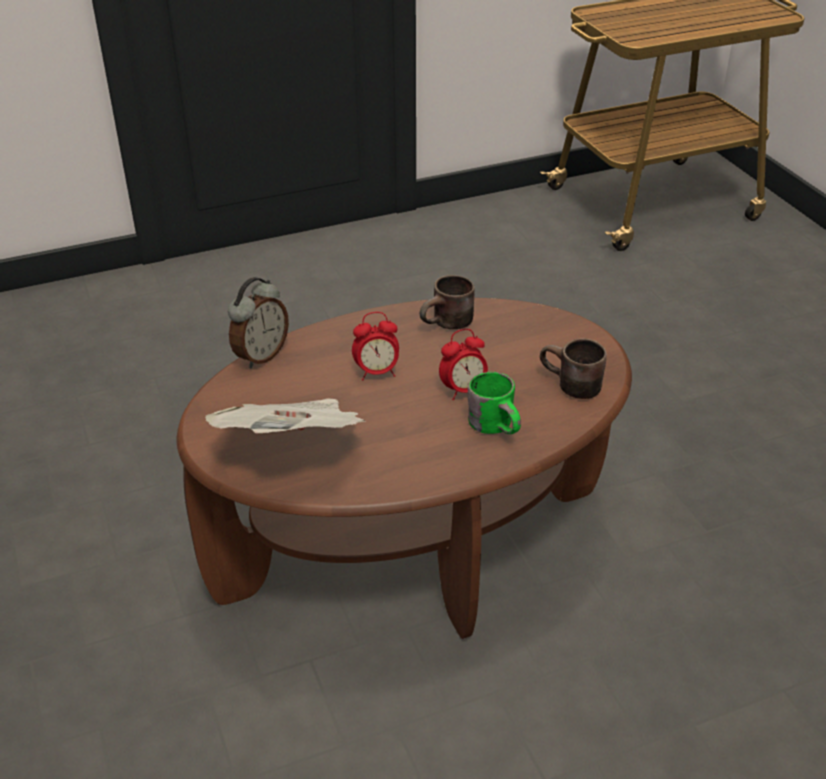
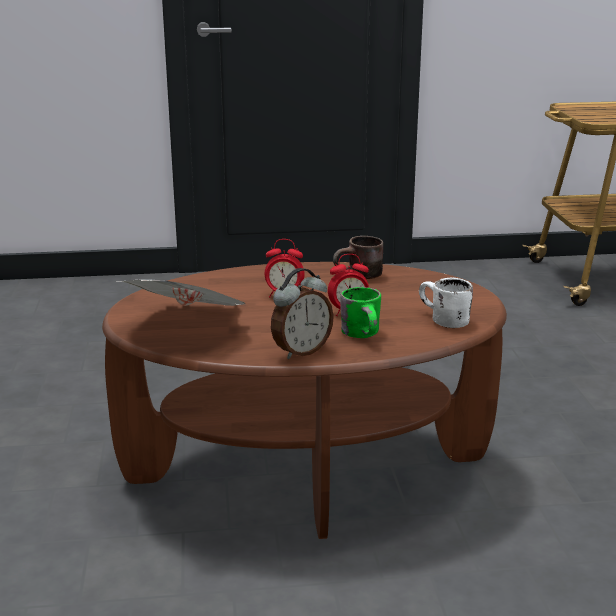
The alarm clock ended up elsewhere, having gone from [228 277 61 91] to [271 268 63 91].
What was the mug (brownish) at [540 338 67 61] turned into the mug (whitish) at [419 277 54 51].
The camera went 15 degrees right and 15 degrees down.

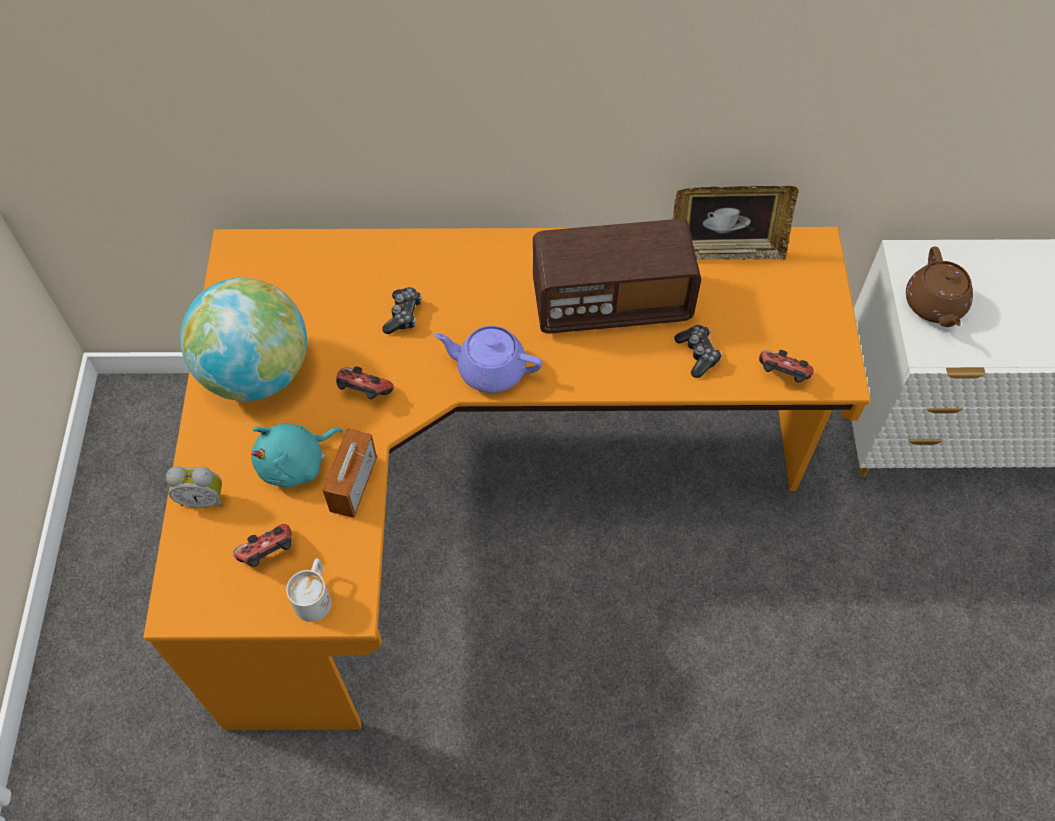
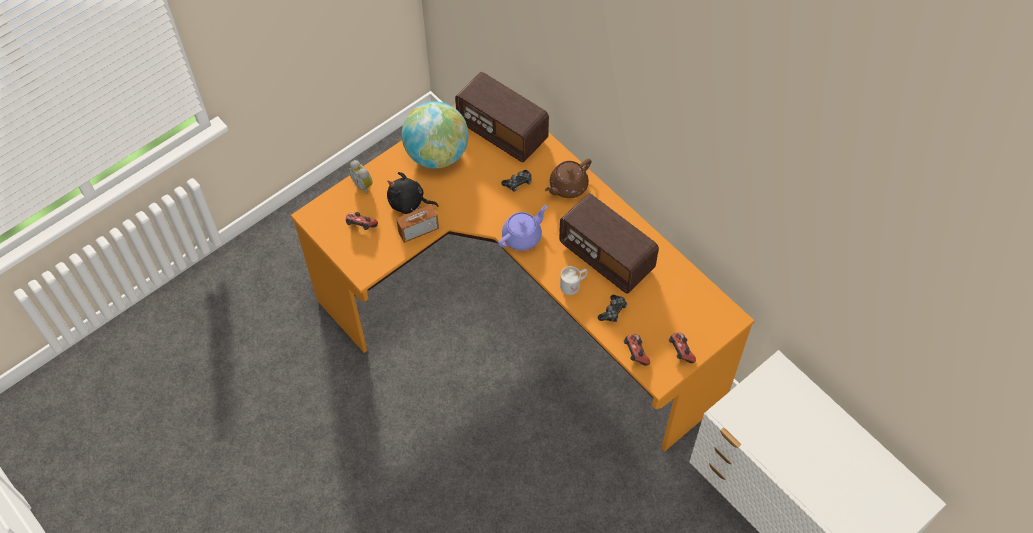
The second view lost the picture frame at [673 186 126 74].
The teapot (brownish) ended up elsewhere, having gone from [906 246 67 81] to [545 159 46 39].
The teapot (purplish) at [433 326 109 67] ended up facing another way, 75 degrees clockwise from before.
The game controller ended up elsewhere, having gone from [336 367 58 32] to [669 332 27 31].
What was the cuddly toy (blue-green) at [251 424 92 64] turned into the cuddly toy (blackish) at [387 172 52 42].
The mug (whitish) ended up elsewhere, having gone from [286 558 45 64] to [560 266 27 29].
The second view gained the radio receiver at [455 72 94 90].
The camera went 50 degrees right and 0 degrees up.

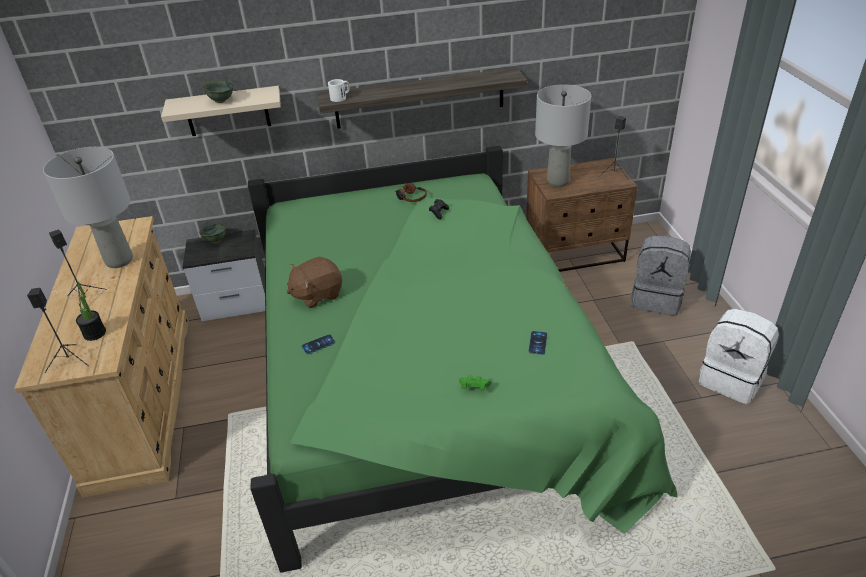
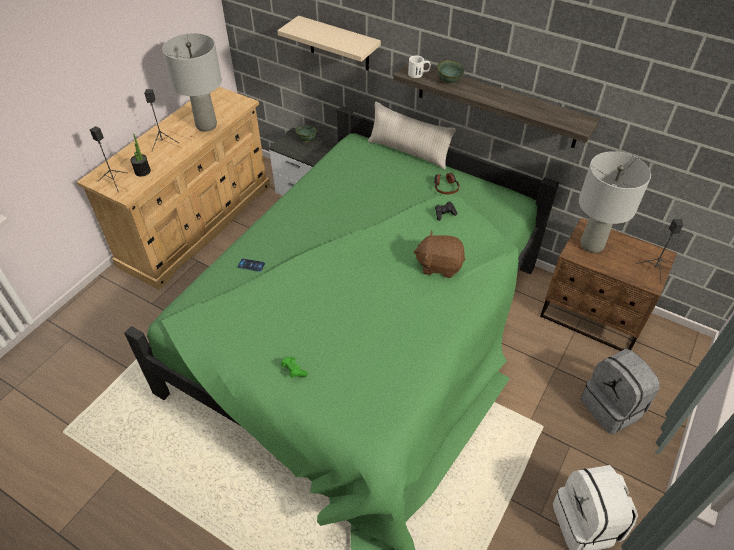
The bowl (green-coloured) ended up elsewhere, having gone from [203 80 31 23] to [437 60 28 24].
The cuddly toy (brownish) ended up elsewhere, having gone from [286 257 56 51] to [413 231 52 47].
The second view lost the phone at [528 331 19 24].
The second view gained the pillow (sand-coloured) at [368 102 88 68].
The camera went 40 degrees right and 10 degrees up.

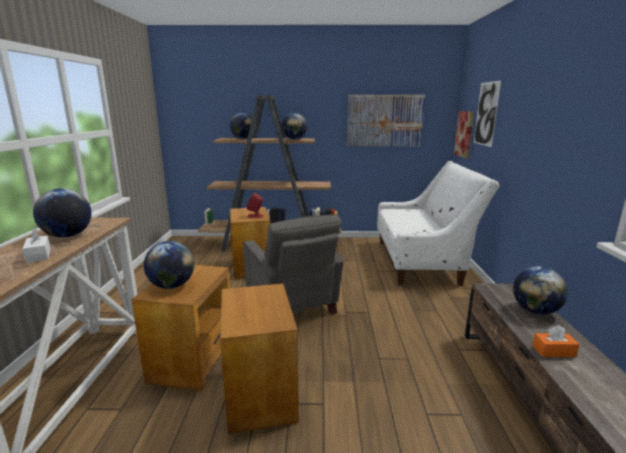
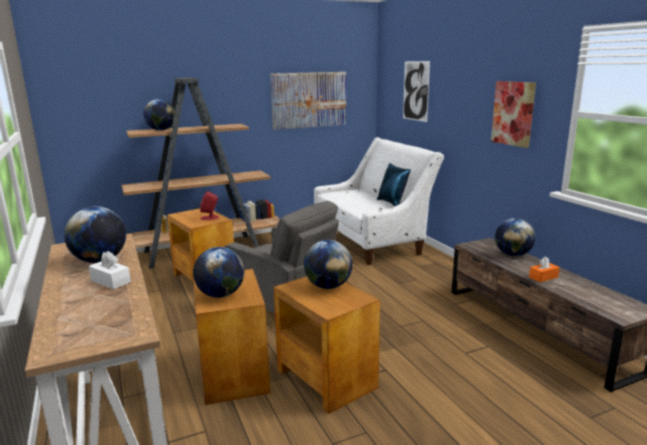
The picture ended up elsewhere, having gone from [454 111 20 48] to [491 81 45 67].
The world globe ended up elsewhere, having gone from [281 113 26 27] to [304 240 49 49].
The second view gained the pillow (bluish) at [377 163 34 43].
The camera went 25 degrees left and 0 degrees up.

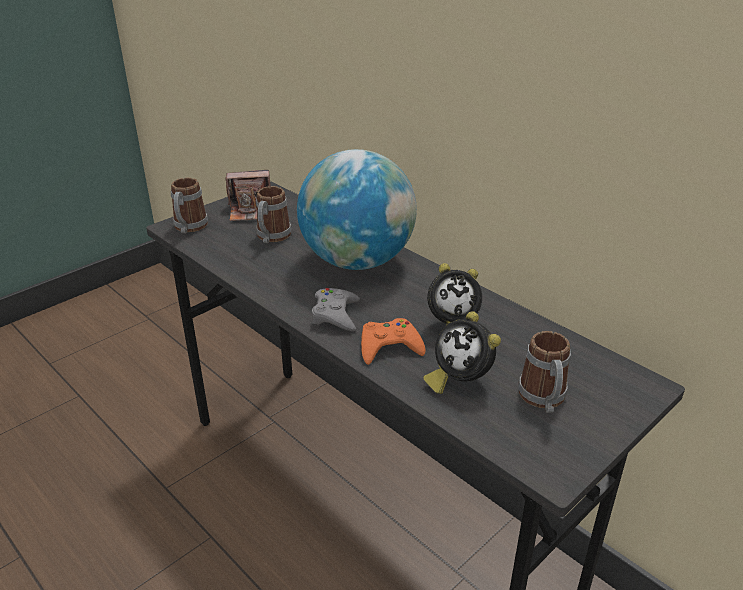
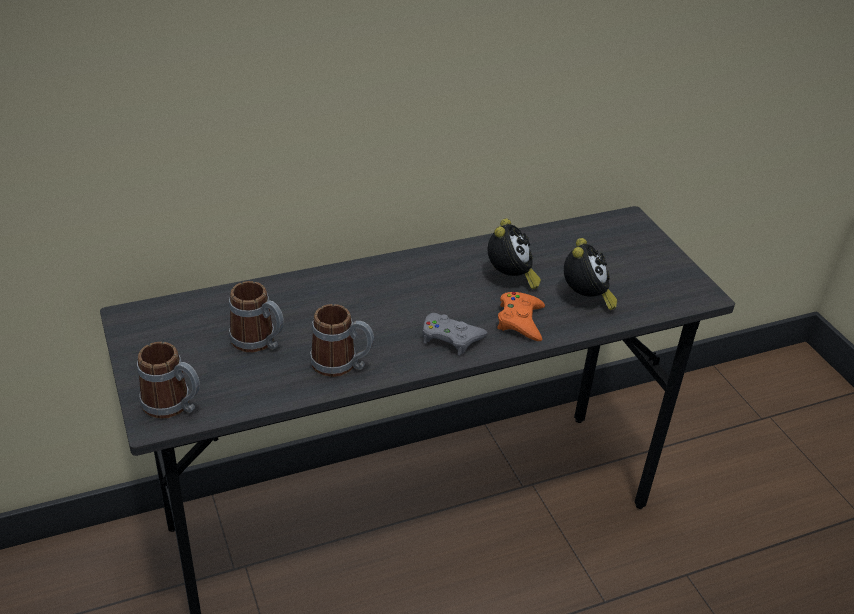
The second view lost the world globe at [297 149 120 121].
The second view lost the still camera at [225 170 46 51].
The alarm clock at [423 311 78 83] ended up facing another way, 60 degrees counterclockwise from before.
The mug ended up elsewhere, having gone from [518 331 53 82] to [310 304 64 73].
The camera went 70 degrees left and 5 degrees up.

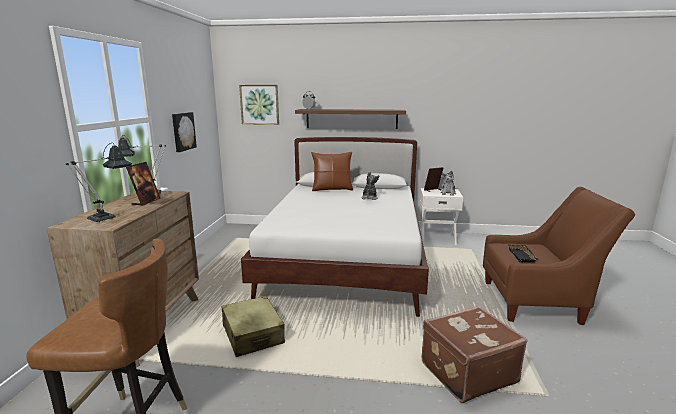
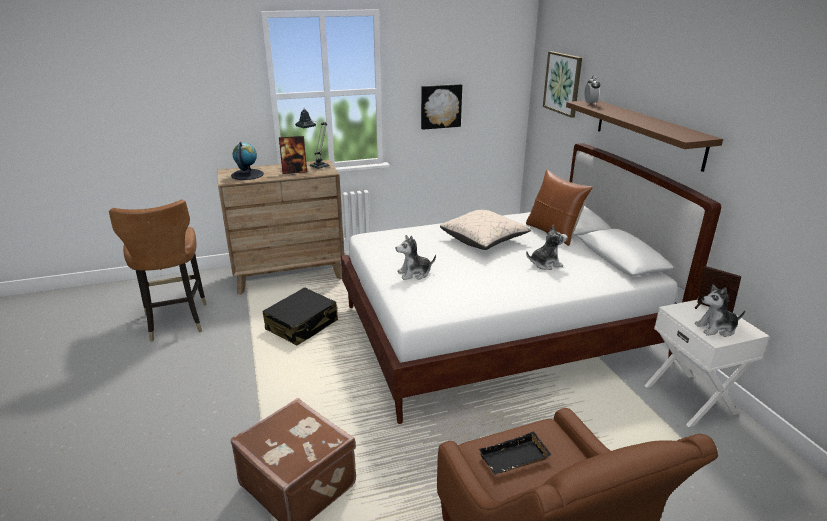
Where the lamp for a table stood at [66 143 66 79], the world globe came to stand at [231 142 33 38].
What was the travel case (sand-coloured) at [221 296 64 61] turned into the travel case (blackish) at [263 287 75 59].
The second view gained the pillow (sand-coloured) at [440 210 91 40].
The second view gained the cuddly toy at [396 235 40 45].
The camera went 65 degrees right and 10 degrees up.

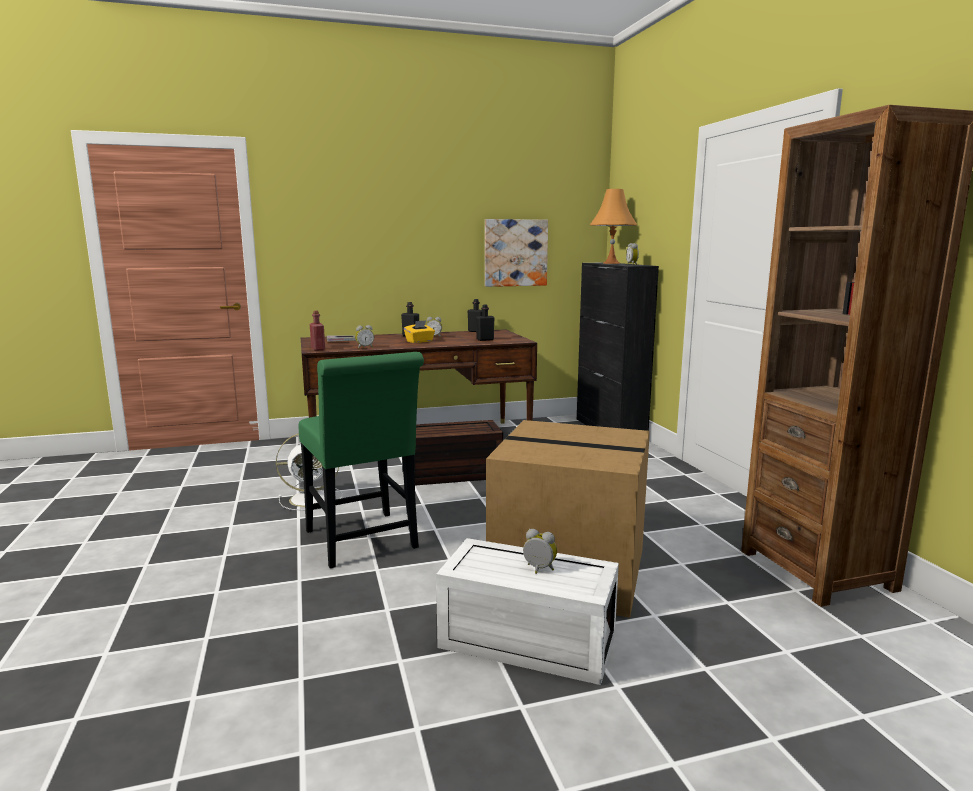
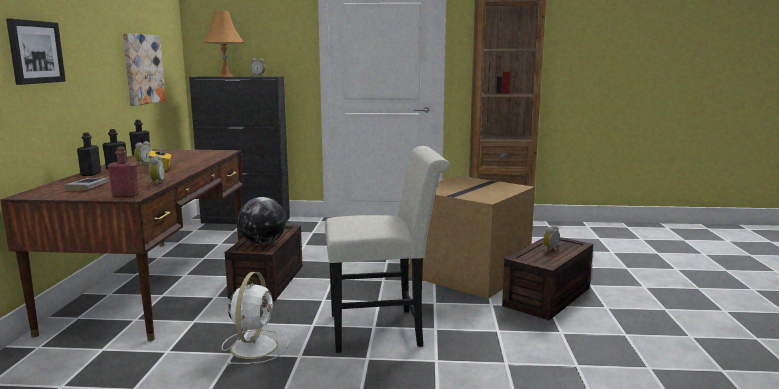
The drink bottle (blackish) ended up elsewhere, having gone from [476 304 19 37] to [77 133 24 43].
What was the upright chair (green-coloured) at [299 352 125 216] turned into the upright chair (whitish) at [325 146 125 207].
What was the storage container (whitish) at [436 538 183 147] turned into the storage container (brownish) at [502 237 91 83].
The second view gained the picture at [6 19 60 66].
The second view gained the world globe at [237 197 49 48].
The camera went 70 degrees left and 0 degrees up.

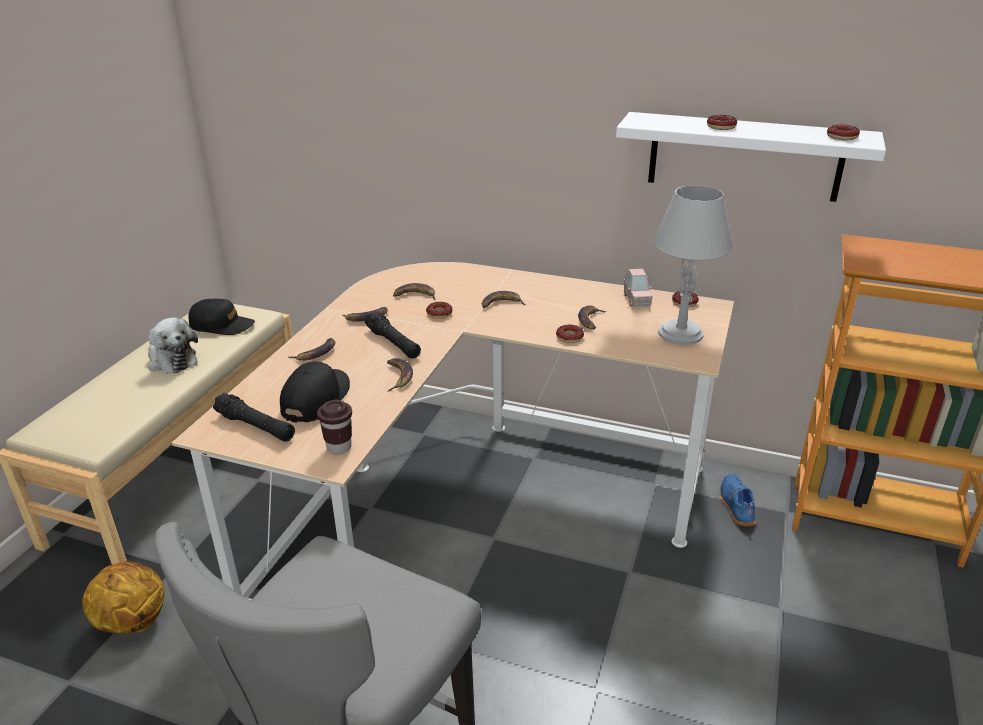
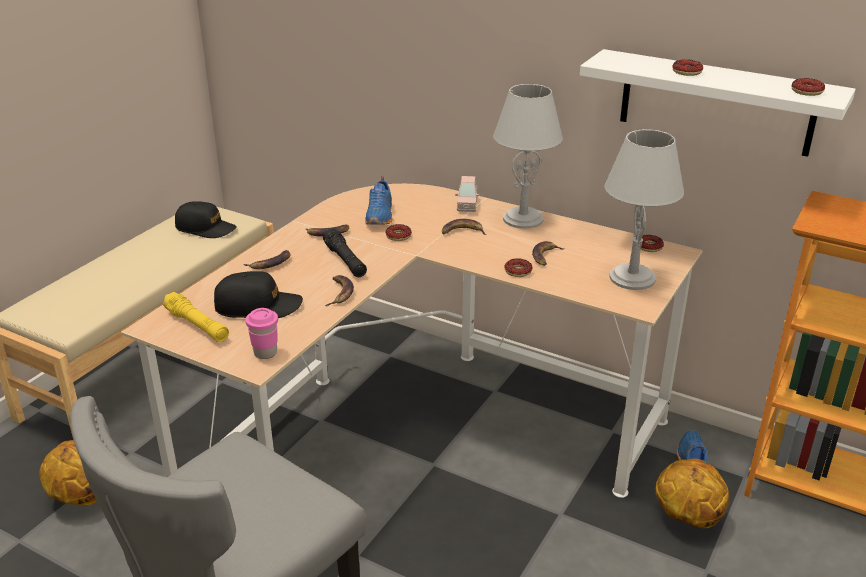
The model car (pink) ended up elsewhere, having gone from [624 269 29 38] to [455 176 24 36].
Where the banana stood at [393 283 42 17], the low shoe (bluish) came to stand at [365 176 28 49].
The second view lost the cuddly toy at [148 317 50 56].
The baseball cap (blackish) at [280 362 70 61] ended up facing another way, 60 degrees clockwise from before.
What was the torch (blackish) at [213 393 82 49] turned into the torch (yellowish) at [163 292 66 50].
What was the drinking cup (brownish) at [317 400 35 55] turned into the drinking cup (pink) at [245 308 33 51].
The second view gained the lamp for a table (grey) at [493 84 70 145].
The second view gained the basketball ball at [655 458 74 70].
The camera went 10 degrees right and 0 degrees up.

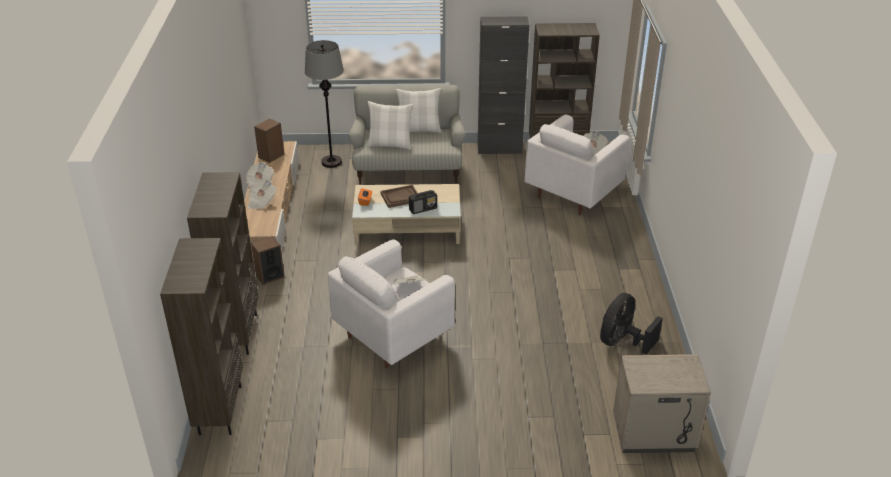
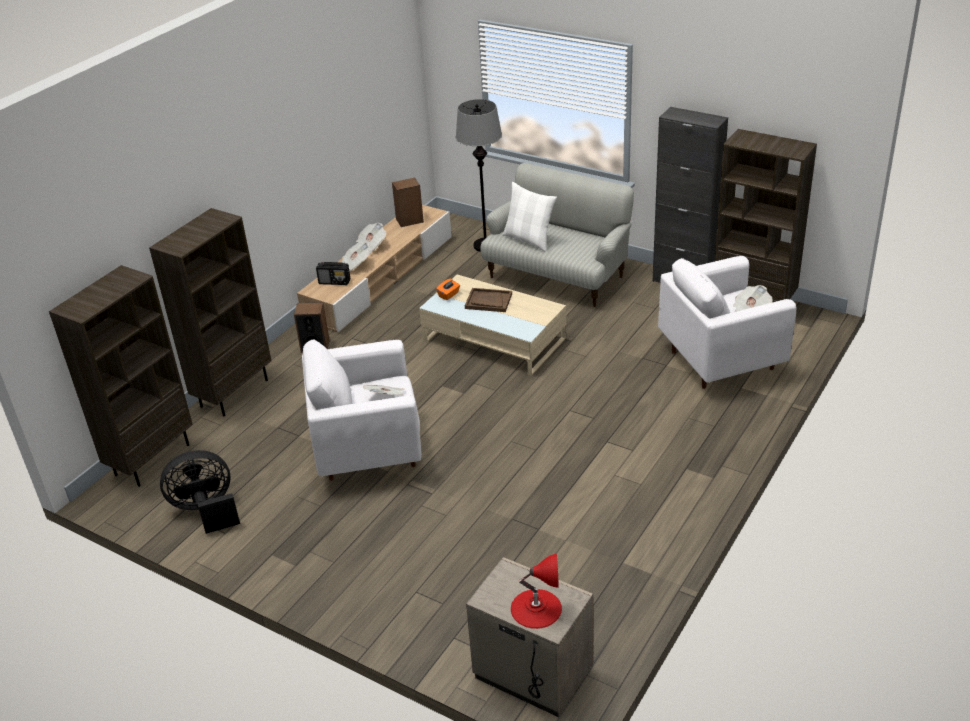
The second view lost the pillow (whitish) at [396 88 46 45].
The radio receiver ended up elsewhere, having gone from [409 190 28 24] to [316 262 34 23].
The electric fan (blackish) ended up elsewhere, having gone from [600 293 63 62] to [160 450 80 84].
The second view gained the lamp for a table (red) at [511 554 51 75].
The camera went 35 degrees right and 0 degrees up.

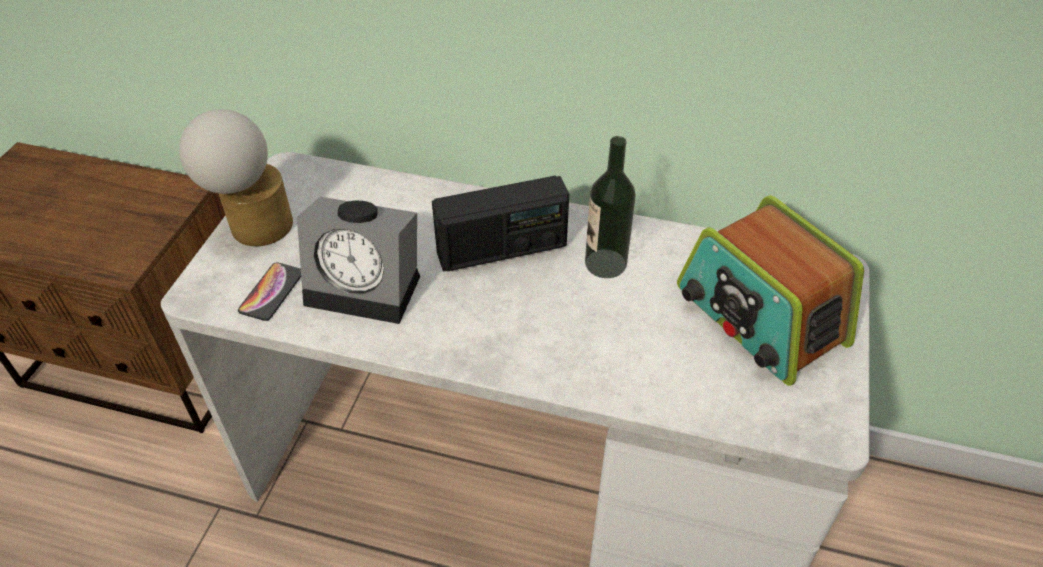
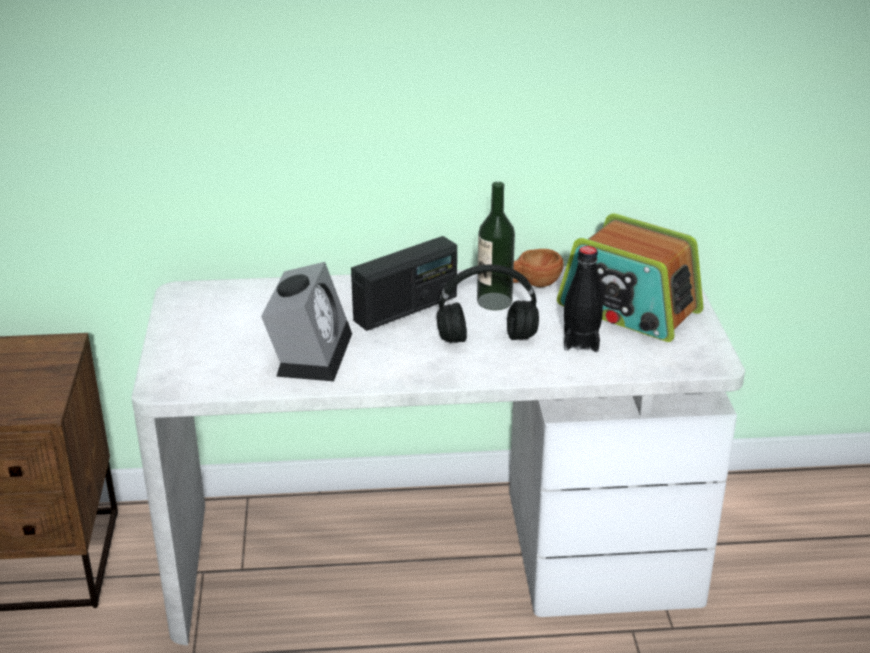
The second view lost the lamp for a table at [179 109 114 137].
The alarm clock at [297 197 123 127] ended up facing another way, 75 degrees counterclockwise from before.
The second view lost the phone at [238 262 63 59].
The second view gained the drink bottle (blackish) at [564 246 39 106].
The second view gained the drinking cup (brownish) at [513 249 51 38].
The second view gained the pair of headphones (blackish) at [436 265 103 78].
The camera went 20 degrees left and 15 degrees down.

